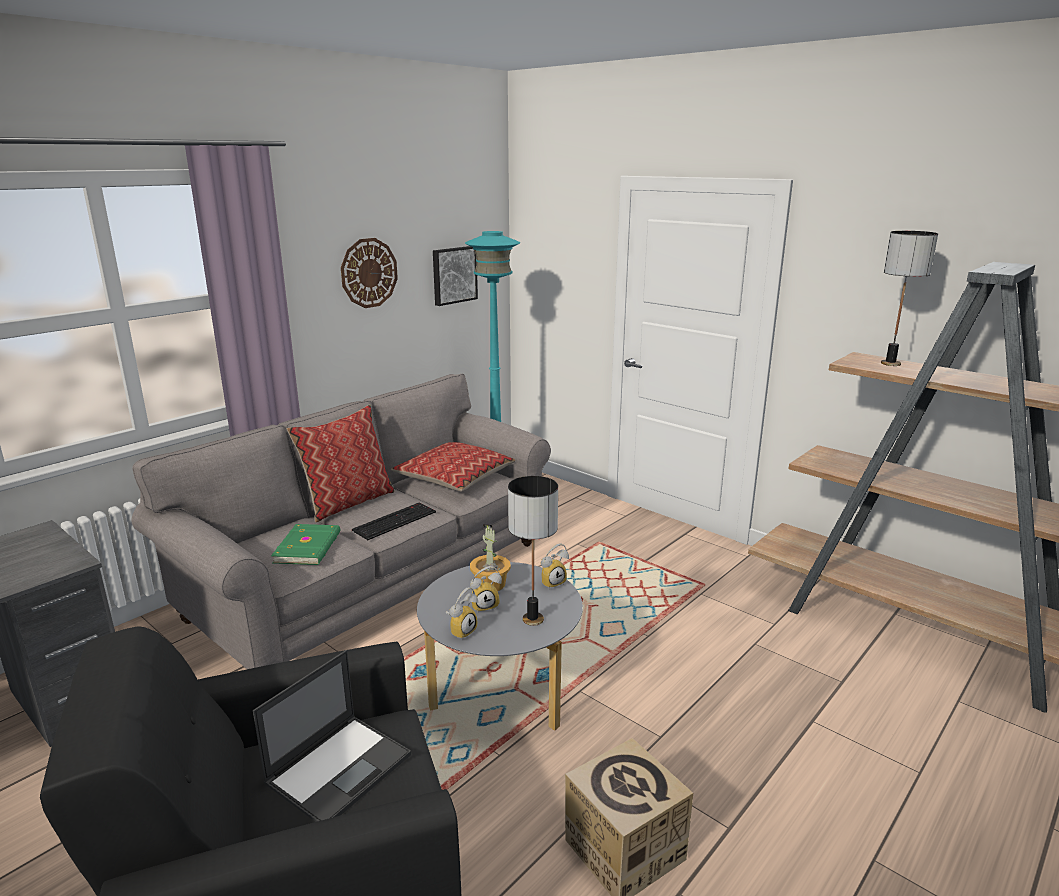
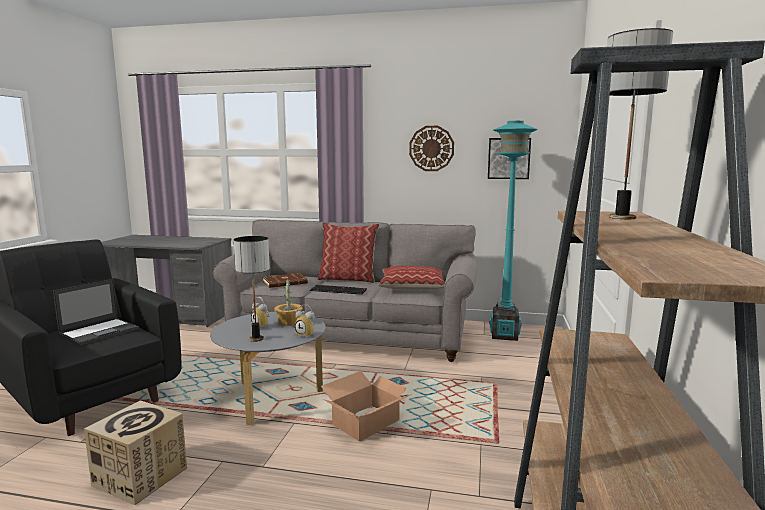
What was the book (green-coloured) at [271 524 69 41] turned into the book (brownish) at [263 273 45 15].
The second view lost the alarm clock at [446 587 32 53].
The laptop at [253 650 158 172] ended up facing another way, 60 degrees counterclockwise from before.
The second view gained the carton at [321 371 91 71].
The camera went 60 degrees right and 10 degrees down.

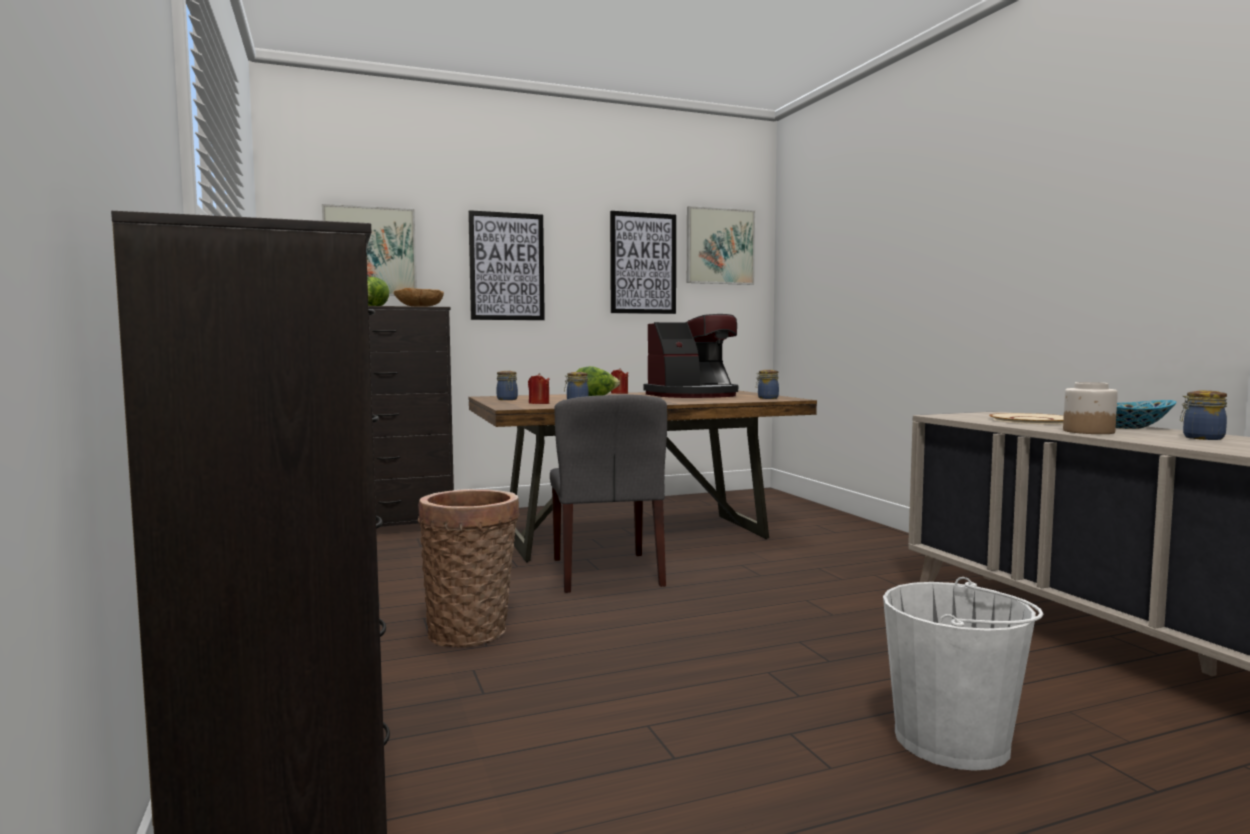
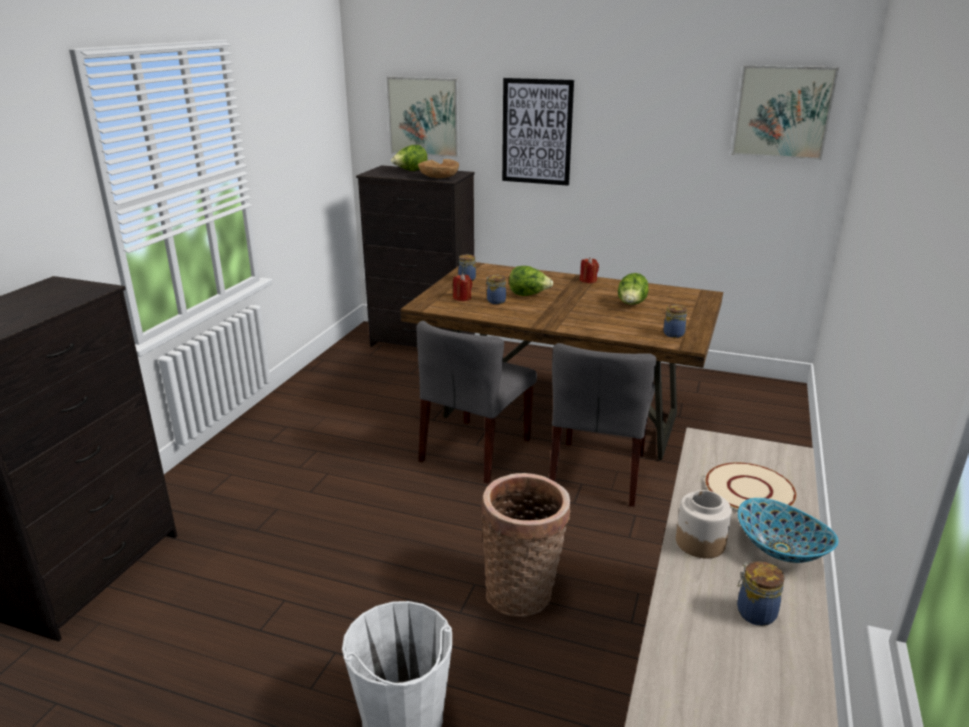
The second view lost the picture at [610 211 66 103].
Where the coffee machine stood at [643 314 95 84], the lettuce came to stand at [618 273 31 32].
The household basket ended up elsewhere, having gone from [418 489 102 159] to [481 473 89 144].
The second view gained the upright chair (grey) at [549 343 107 164].
The camera went 40 degrees right and 20 degrees up.

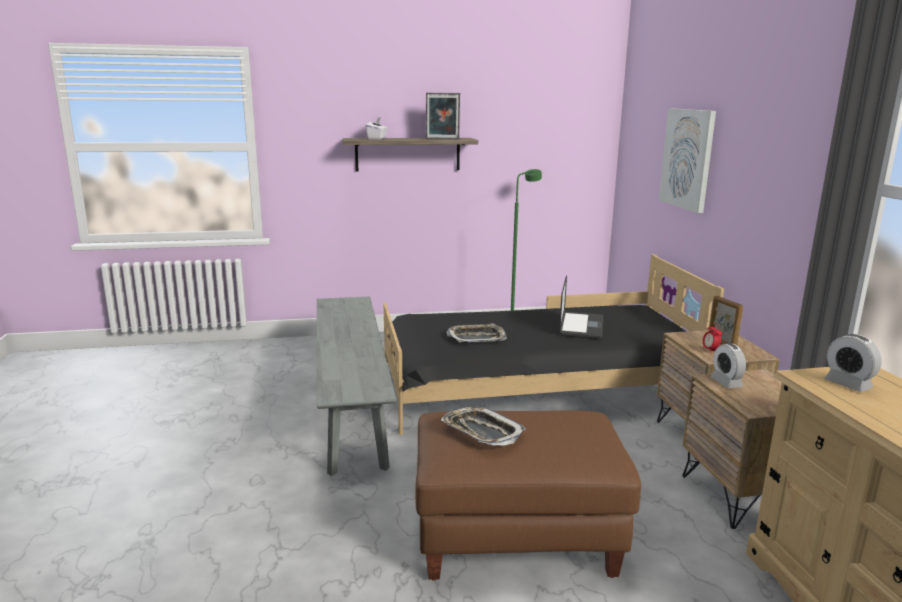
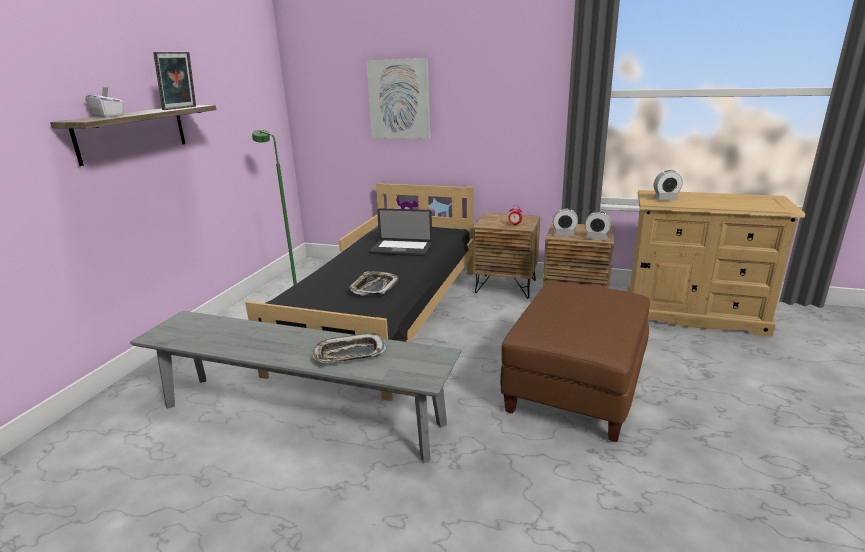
The laptop at [559 275 44 64] ended up facing another way, 150 degrees clockwise from before.
The second view lost the picture frame at [709 296 34 49].
The tray ended up elsewhere, having gone from [441 406 85 40] to [313 333 73 30].
The second view gained the alarm clock at [585 211 27 29].
The camera went 60 degrees left and 5 degrees up.

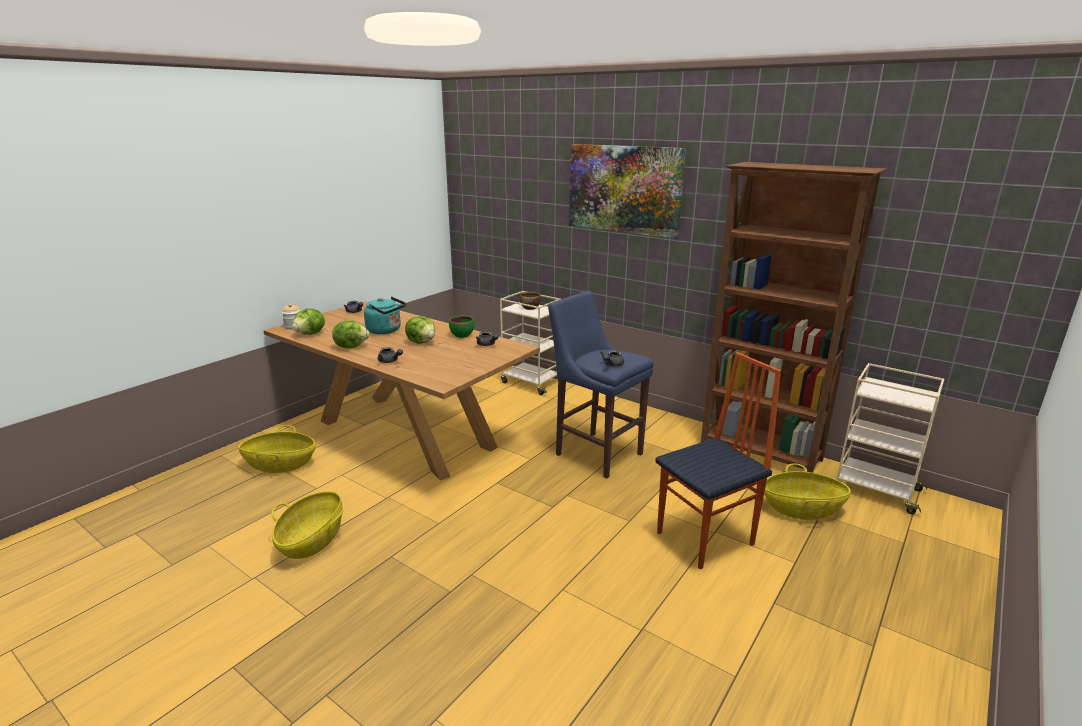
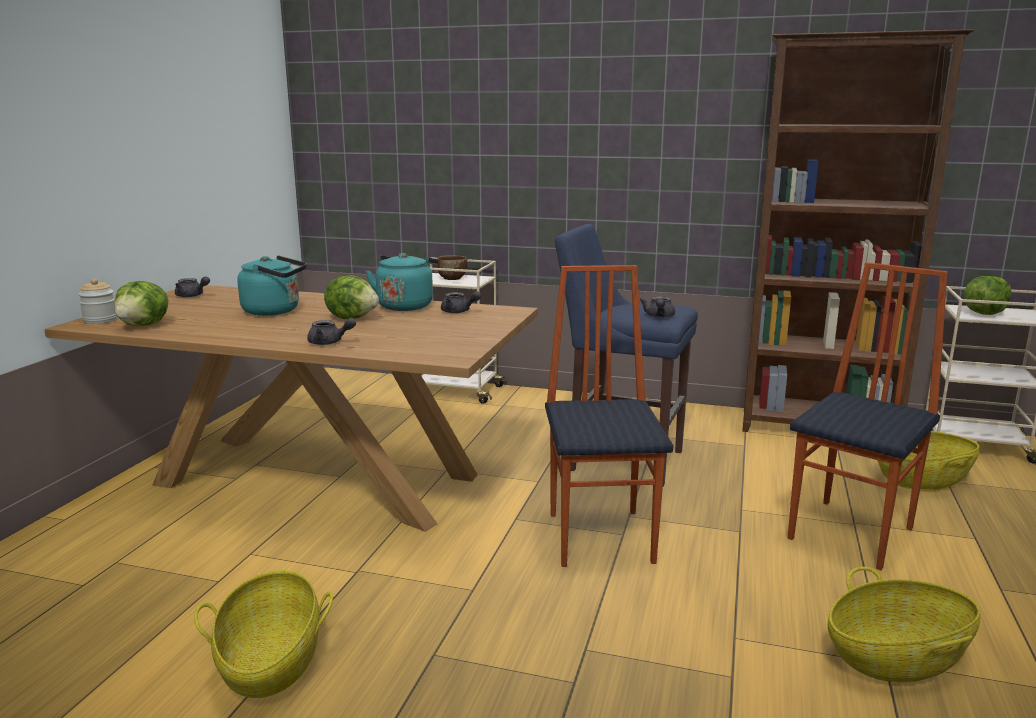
The second view lost the picture at [569 144 117 95].
Where the bowl (green-coloured) stood at [449 316 25 22], the water kettle (blue-green) came to stand at [366 253 72 58].
The lettuce ended up elsewhere, having gone from [332 320 37 28] to [963 276 48 39].
The household basket ended up elsewhere, having gone from [238 425 78 48] to [828 567 152 116].
The second view gained the upright chair at [545 265 129 302].
The camera went 20 degrees left and 5 degrees down.

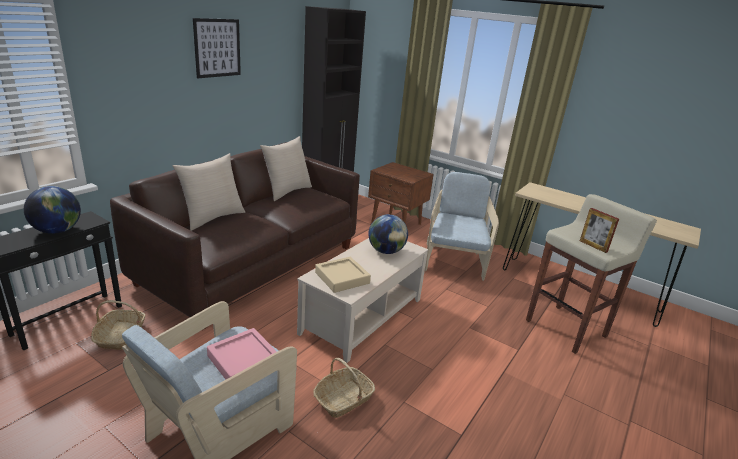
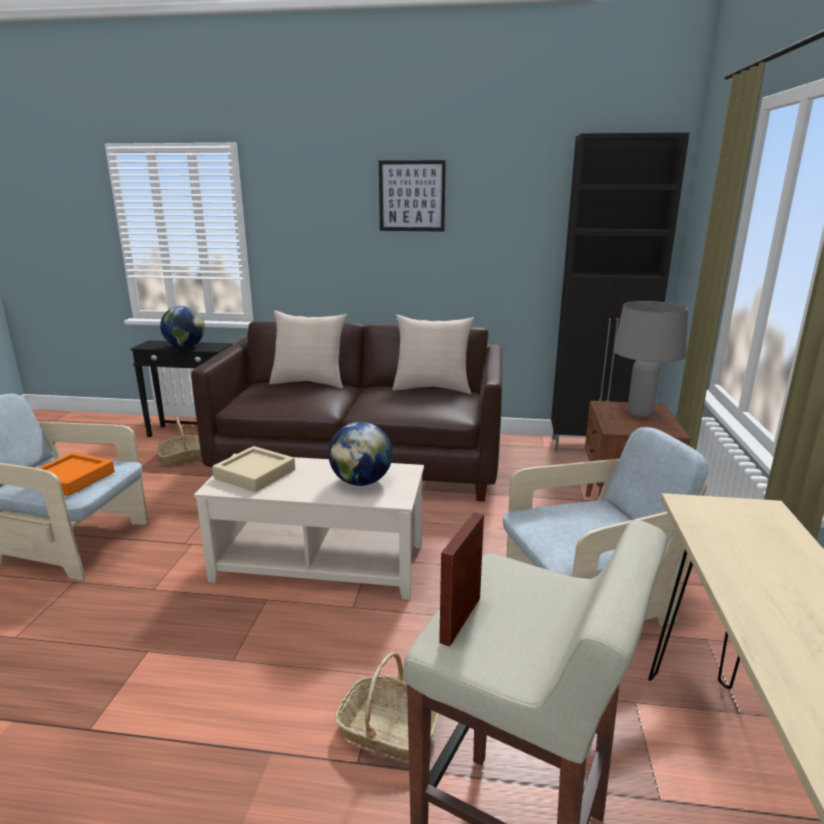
What was the tray (pink) at [207 328 70 52] turned into the tray (orange-coloured) at [39 452 76 44].
The household basket ended up elsewhere, having gone from [313 358 62 60] to [335 652 104 110].
The second view gained the lamp for a table (grey) at [613 301 75 117].
The camera went 65 degrees right and 5 degrees down.

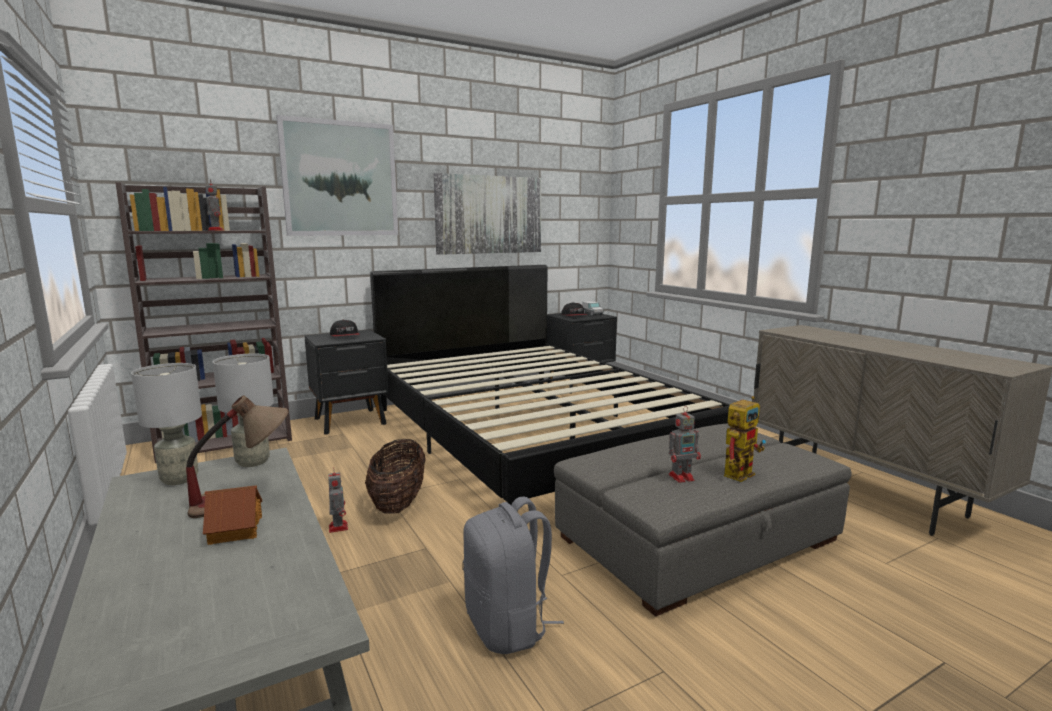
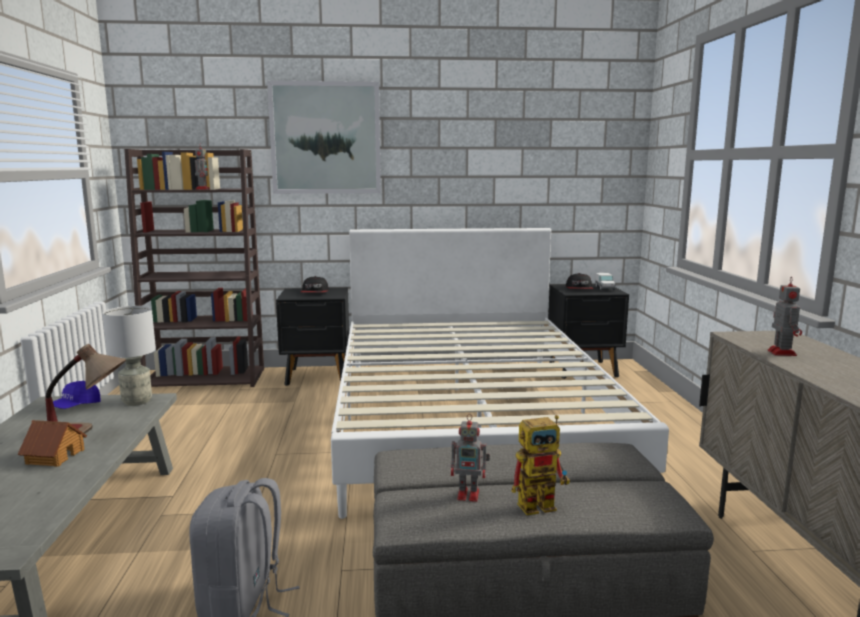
The second view lost the picture at [434 173 107 82].
What was the bed (blackish) at [370 265 360 240] turned into the bed (whitish) at [331 228 338 291].
Where the lamp for a table (grey) stood at [131 363 71 122], the baseball cap (bluish) came to stand at [53 381 48 28].
The second view lost the household basket at [365 439 61 75].
The robot figure ended up elsewhere, having gone from [328 472 20 61] to [768 278 34 78].
The camera went 25 degrees right and 0 degrees up.

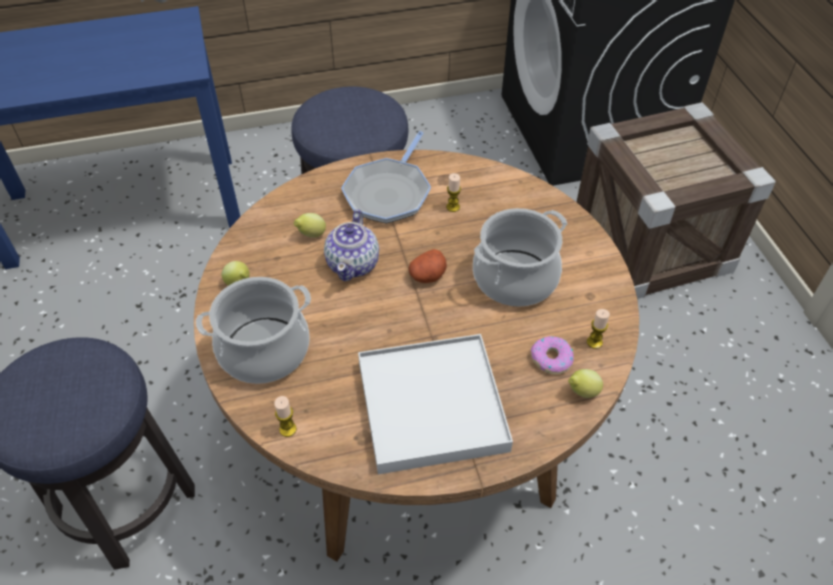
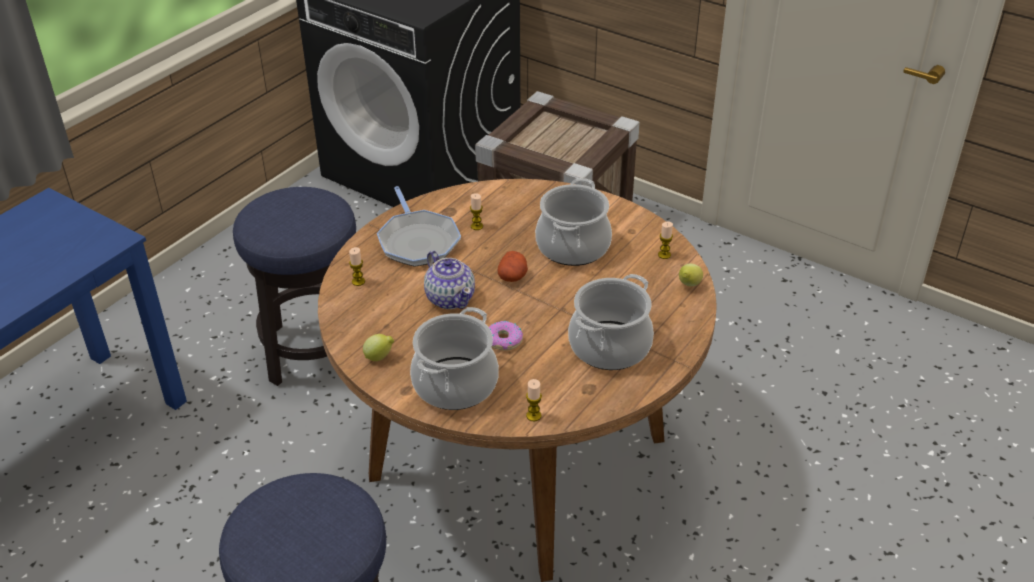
The second view lost the lemon at [294 213 32 25].
Where the tray (whitish) stood at [358 334 155 140], the cooking pot came to stand at [568 274 86 96].
The donut ended up elsewhere, having gone from [531 336 43 38] to [489 321 34 30].
The second view gained the wax candle at [349 247 16 39].
The camera went 40 degrees left and 10 degrees down.

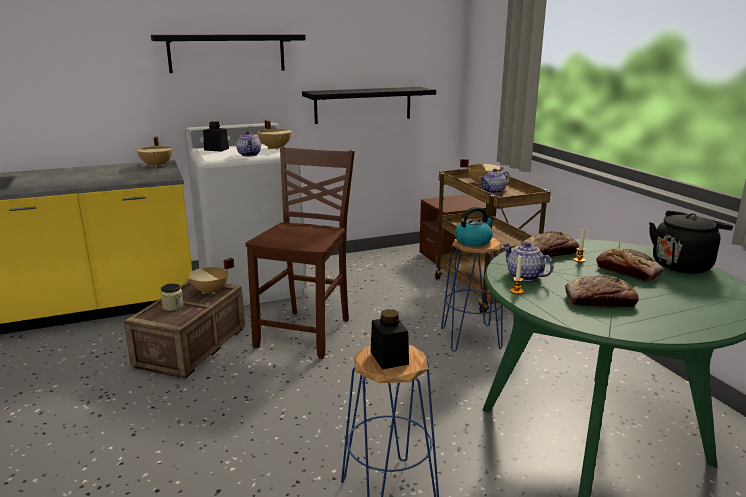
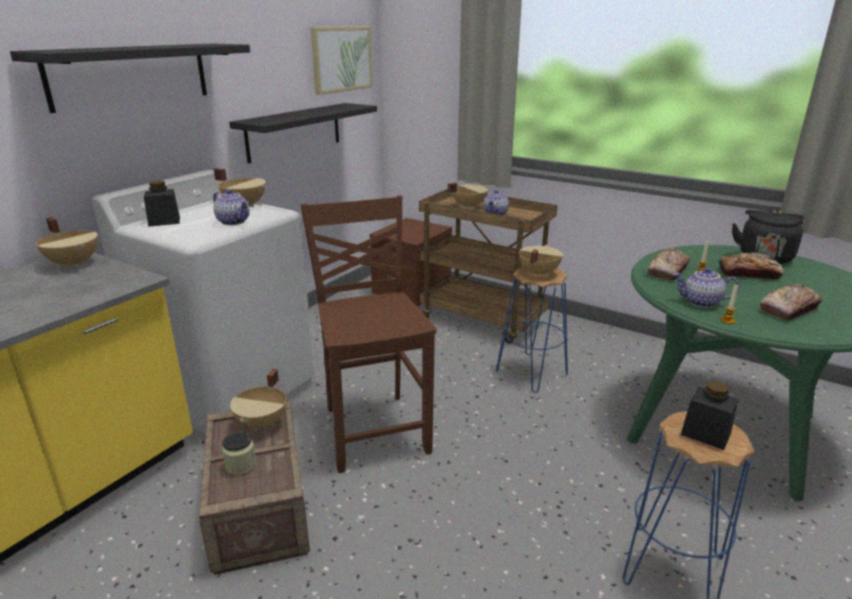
Where the water kettle stood at [455 207 39 40], the cooking pot (sand-coloured) came to stand at [519 245 44 32].
The second view gained the picture at [311 26 61 69].
The camera went 35 degrees left and 5 degrees up.

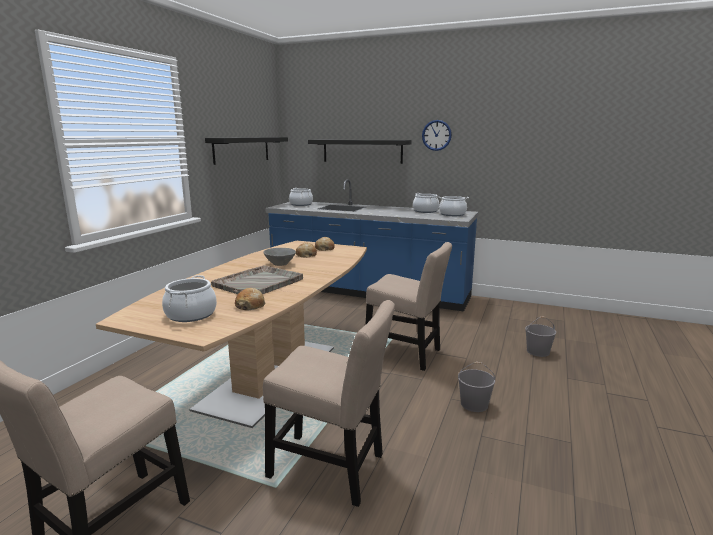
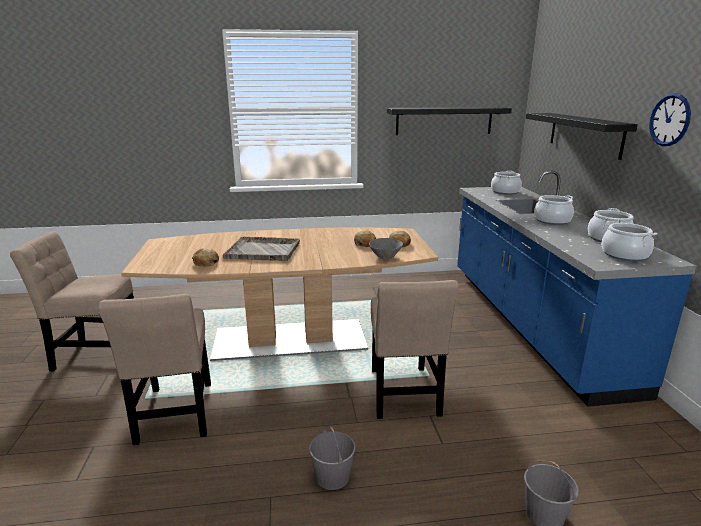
The bowl (grey) ended up elsewhere, having gone from [263 248 33 18] to [369 238 34 22].
The cooking pot ended up elsewhere, having gone from [162 275 55 47] to [534 195 40 30].
The camera went 60 degrees right and 5 degrees up.

